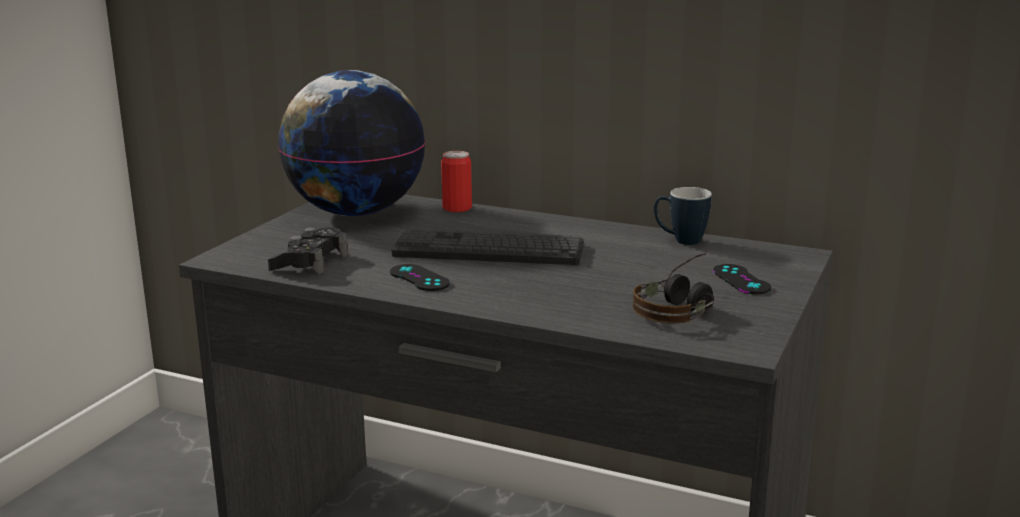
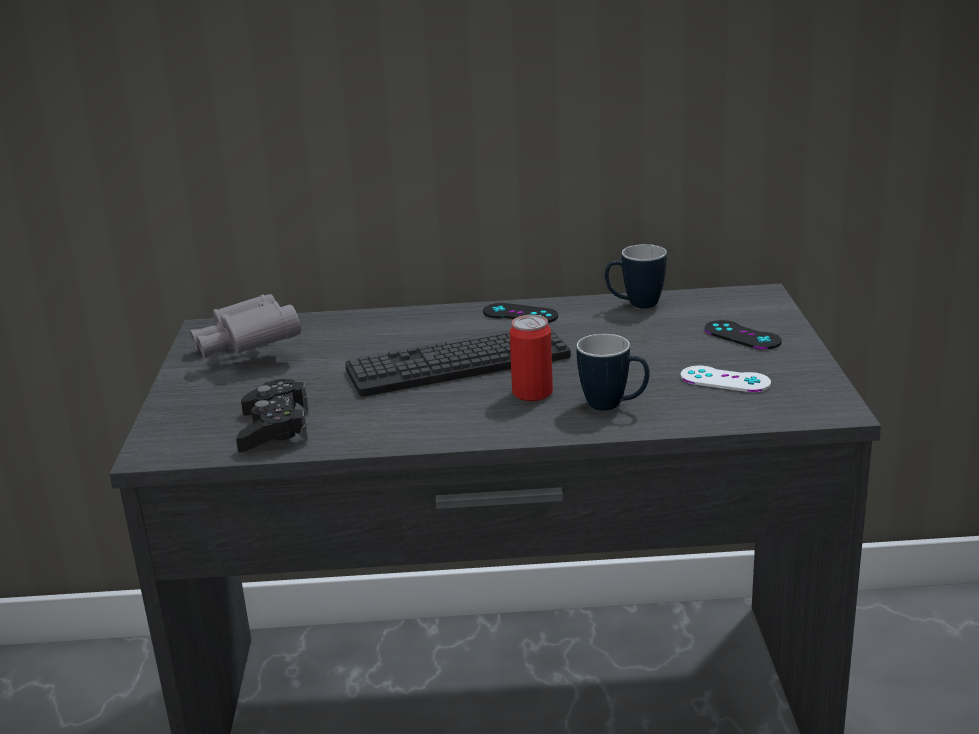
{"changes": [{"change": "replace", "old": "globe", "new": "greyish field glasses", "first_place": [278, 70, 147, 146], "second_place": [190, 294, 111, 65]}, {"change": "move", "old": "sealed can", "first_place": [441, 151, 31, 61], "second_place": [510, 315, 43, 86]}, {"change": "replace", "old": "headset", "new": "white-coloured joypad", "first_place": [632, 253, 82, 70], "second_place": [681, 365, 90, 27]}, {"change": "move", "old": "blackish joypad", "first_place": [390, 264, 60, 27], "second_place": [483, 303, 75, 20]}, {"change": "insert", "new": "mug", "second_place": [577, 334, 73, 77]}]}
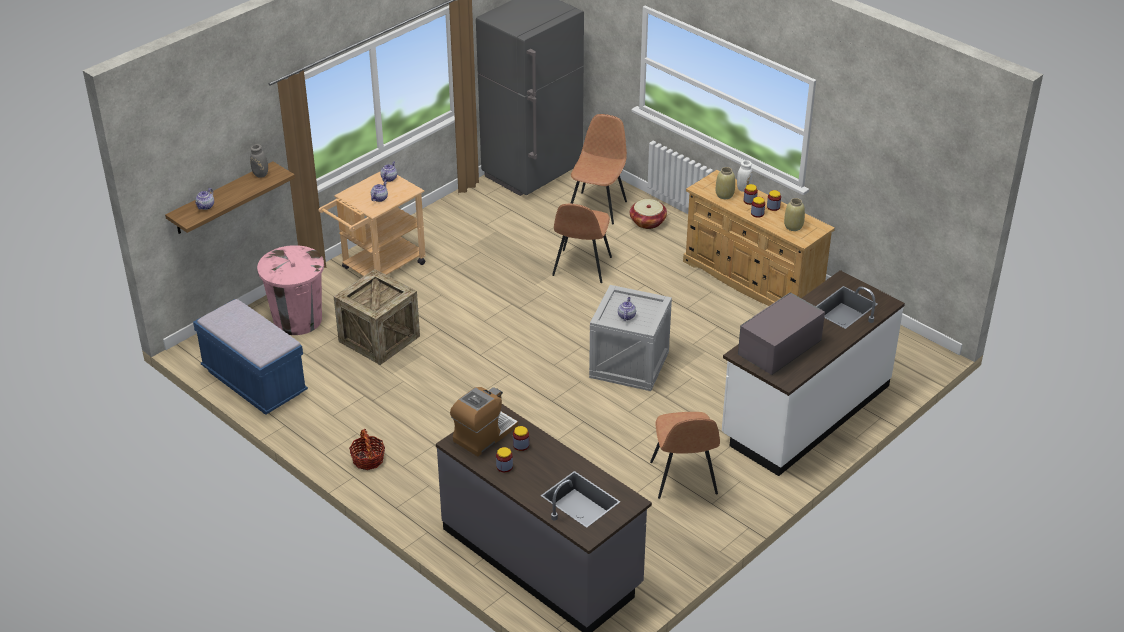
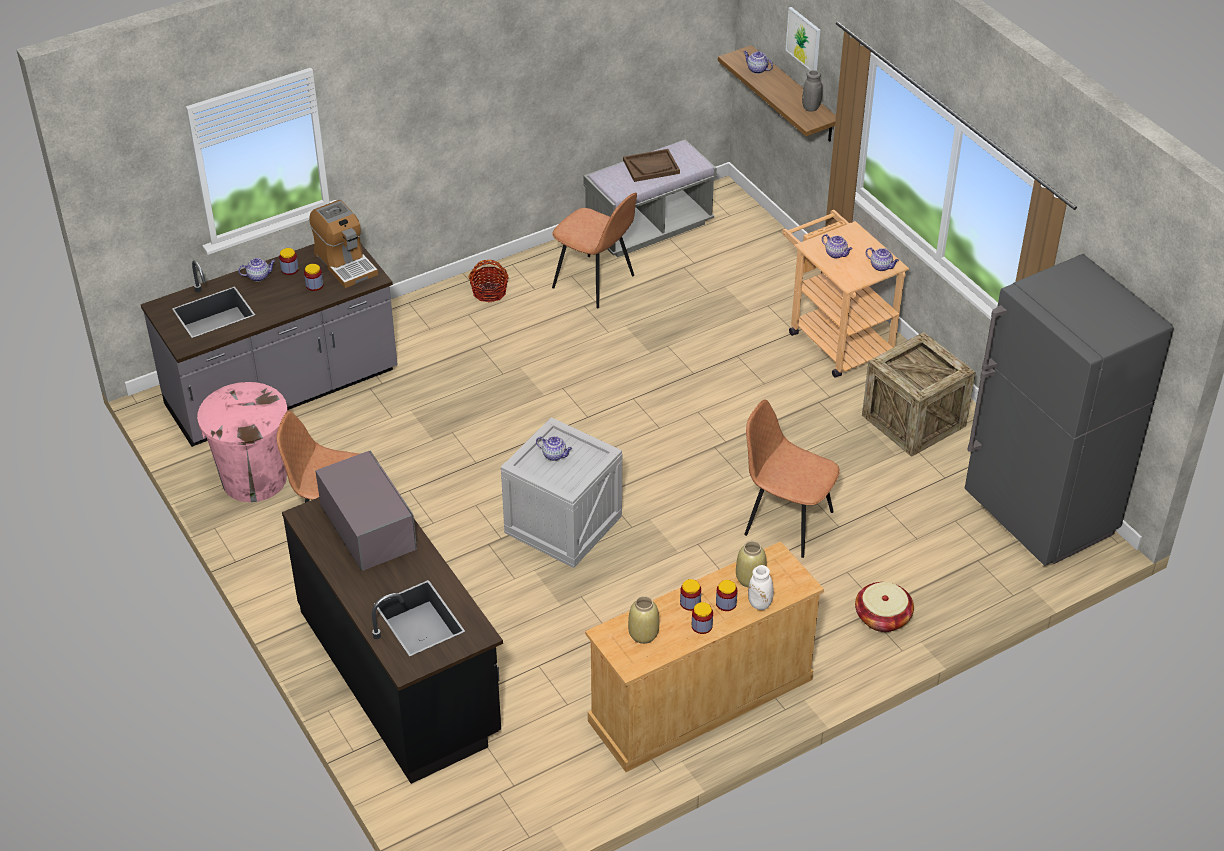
{"changes": [{"change": "move", "old": "brown-coloured plain chair", "first_place": [570, 114, 57, 110], "second_place": [552, 192, 85, 116]}, {"change": "move", "old": "pink-coloured rubbish bin", "first_place": [257, 245, 67, 90], "second_place": [197, 382, 91, 120]}, {"change": "move", "old": "packing crate", "first_place": [334, 269, 86, 96], "second_place": [862, 332, 114, 125]}, {"change": "recolor", "old": "white-coloured kitchen counter", "new": "blackish kitchen counter", "first_place": [722, 270, 183, 206], "second_place": [282, 497, 221, 287]}, {"change": "recolor", "old": "blue bench", "new": "greyish bench", "first_place": [193, 299, 115, 116], "second_place": [583, 139, 133, 119]}, {"change": "insert", "new": "wall picture", "second_place": [785, 7, 35, 64]}, {"change": "insert", "new": "brown-coloured tray", "second_place": [623, 149, 57, 33]}, {"change": "insert", "new": "tea pot", "second_place": [238, 258, 37, 24]}]}
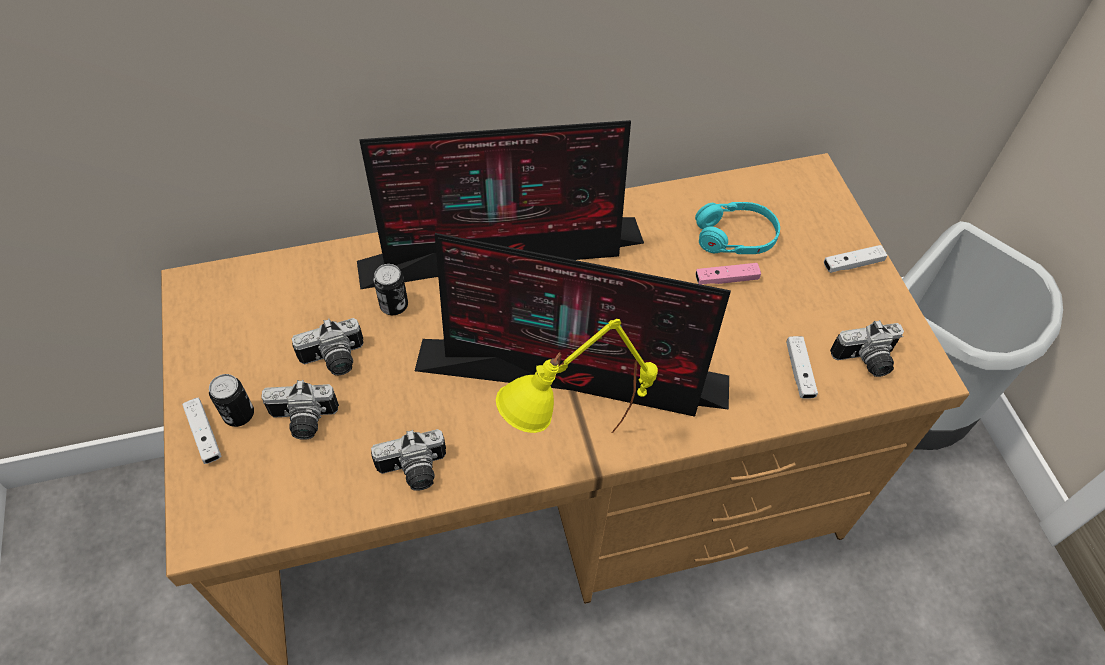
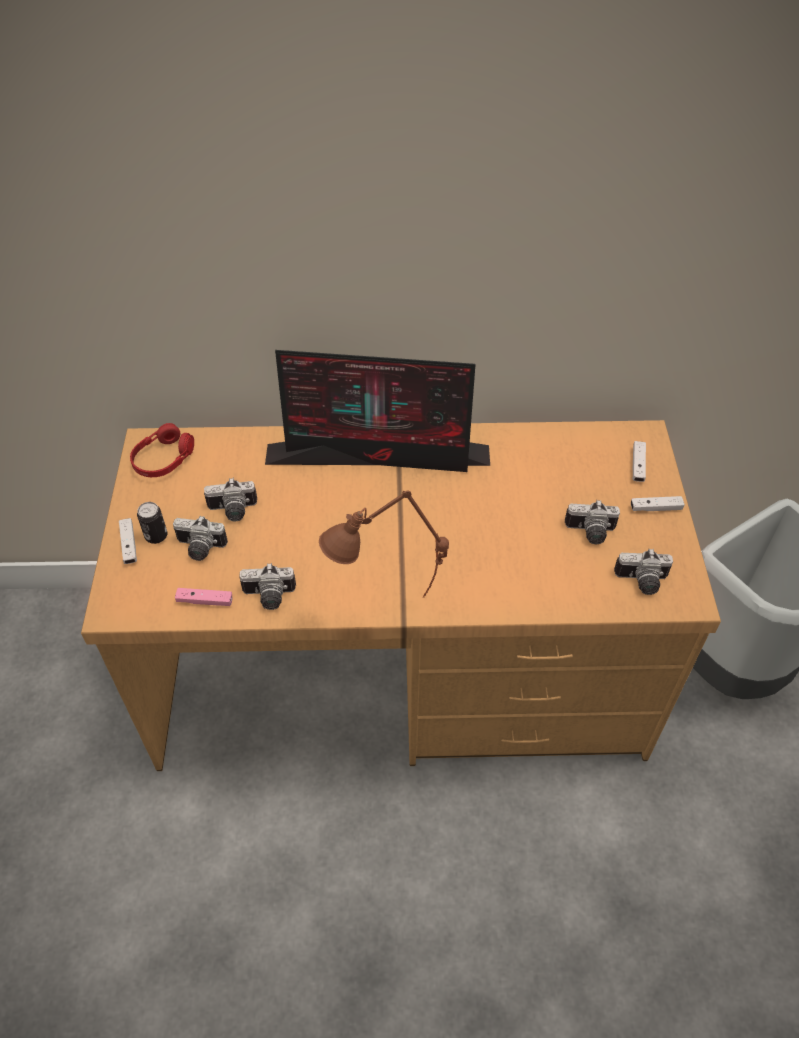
{"changes": [{"change": "delete", "old": "blue-green headset", "first_place": [695, 202, 85, 52]}, {"change": "delete", "old": "monitor", "first_place": [415, 233, 316, 184]}, {"change": "move", "old": "pink-coloured joypad", "first_place": [695, 263, 66, 22], "second_place": [175, 588, 57, 18]}, {"change": "delete", "old": "sealed can", "first_place": [373, 264, 35, 51]}, {"change": "recolor", "old": "yellow-coloured tabletop lamp", "new": "brown-coloured tabletop lamp", "first_place": [496, 319, 162, 114], "second_place": [319, 490, 130, 107]}, {"change": "move", "old": "white-coloured joypad", "first_place": [786, 336, 32, 63], "second_place": [633, 441, 13, 41]}, {"change": "insert", "new": "red headset", "second_place": [130, 423, 64, 54]}, {"change": "insert", "new": "still camera", "second_place": [565, 500, 55, 44]}]}
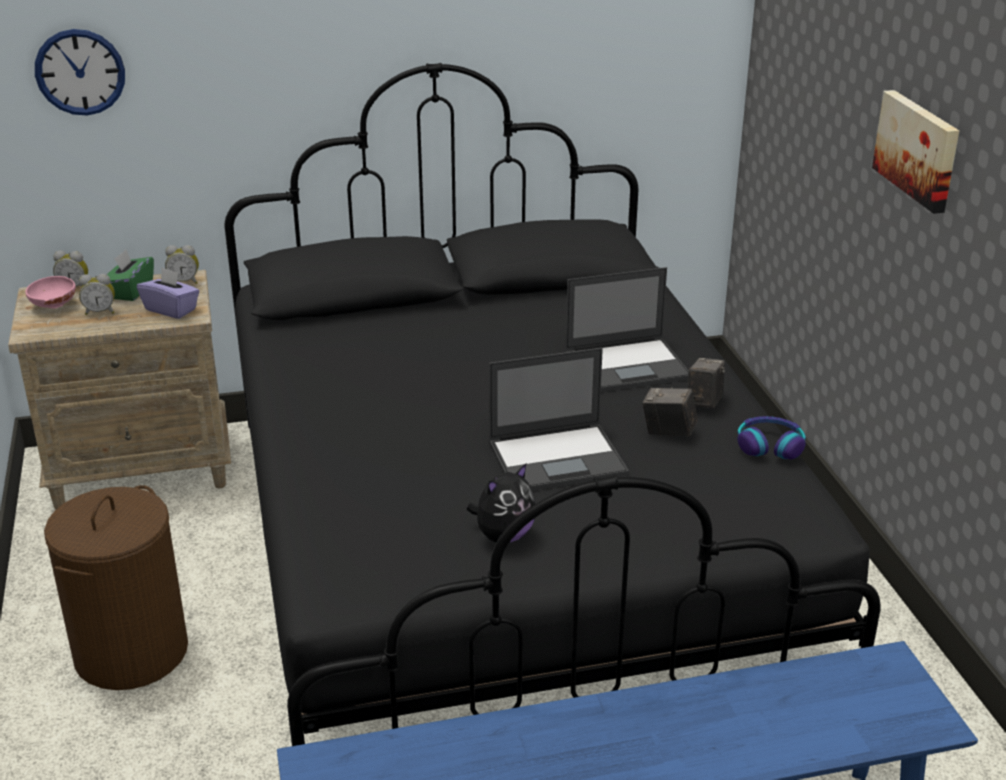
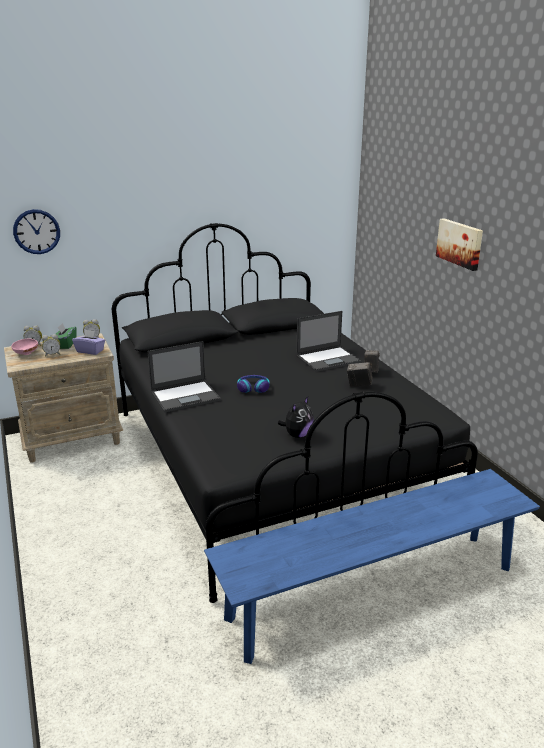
{"changes": [{"change": "move", "old": "portable computer", "first_place": [489, 348, 140, 143], "second_place": [148, 341, 73, 71]}, {"change": "move", "old": "headset", "first_place": [737, 416, 69, 43], "second_place": [237, 375, 33, 18]}, {"change": "delete", "old": "brown-coloured washing basket", "first_place": [44, 485, 144, 205]}]}
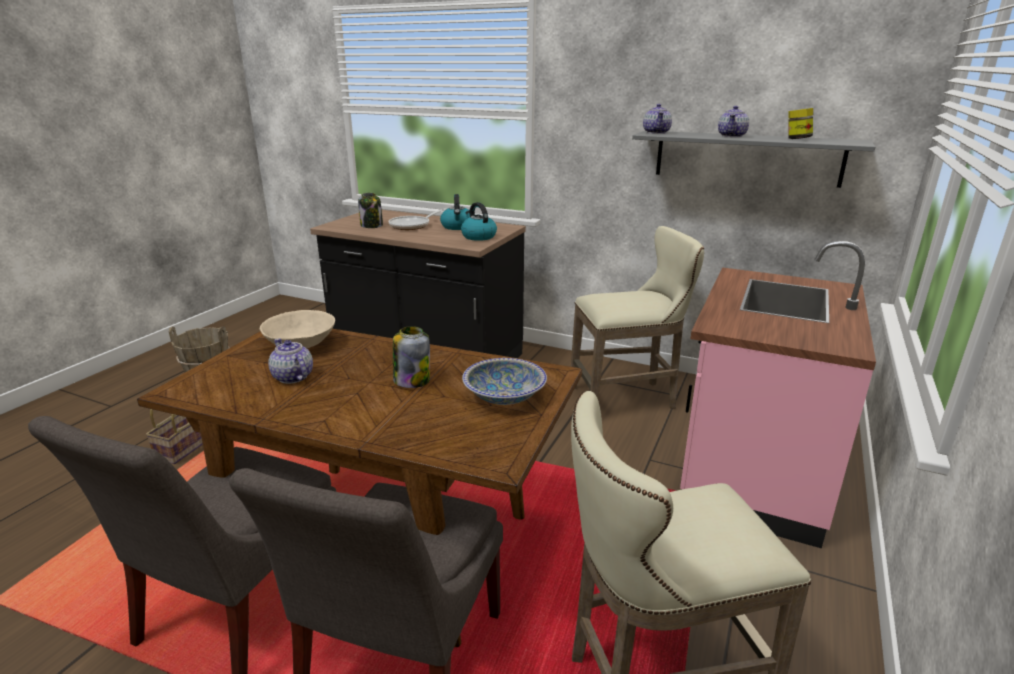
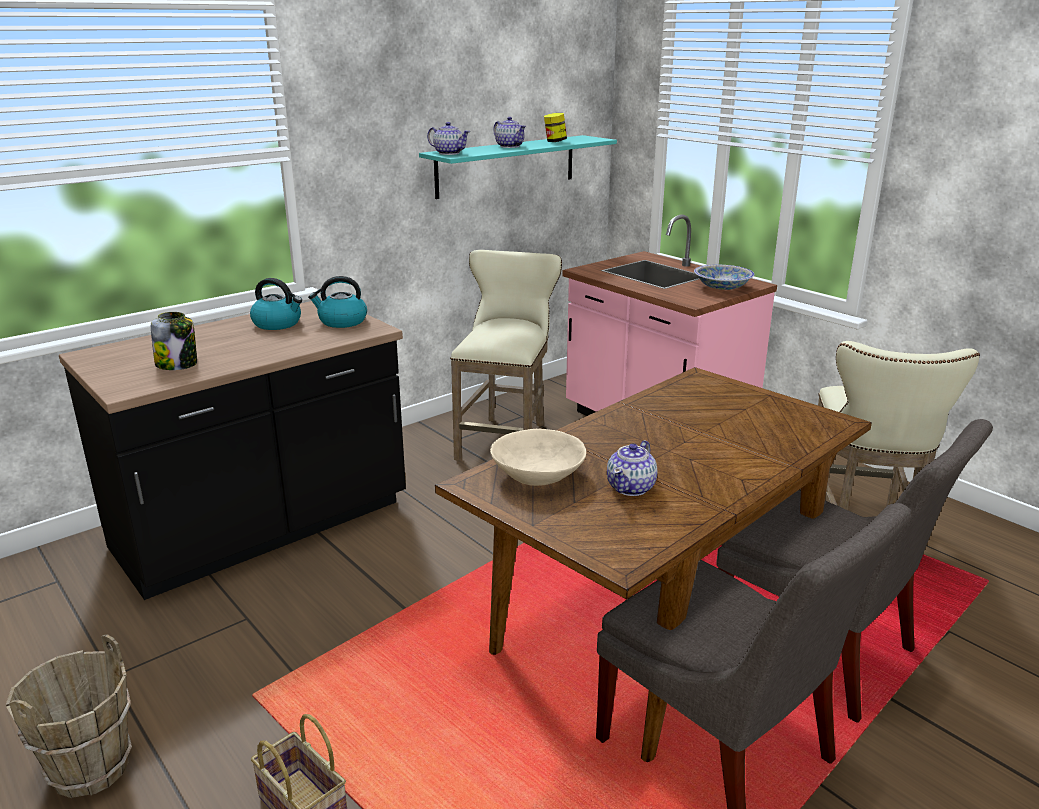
{"changes": [{"change": "recolor", "old": "greyish shelf", "new": "blue-green shelf", "first_place": [632, 130, 243, 58], "second_place": [419, 135, 198, 64]}, {"change": "delete", "old": "frying pan", "first_place": [388, 208, 58, 22]}, {"change": "delete", "old": "preserve jar", "first_place": [393, 326, 37, 62]}, {"change": "rotate", "old": "tea pot", "first_place": [268, 339, 45, 45], "second_place": [607, 440, 50, 56], "degrees": -45}, {"change": "move", "old": "bowl", "first_place": [462, 358, 85, 47], "second_place": [694, 265, 60, 25]}]}
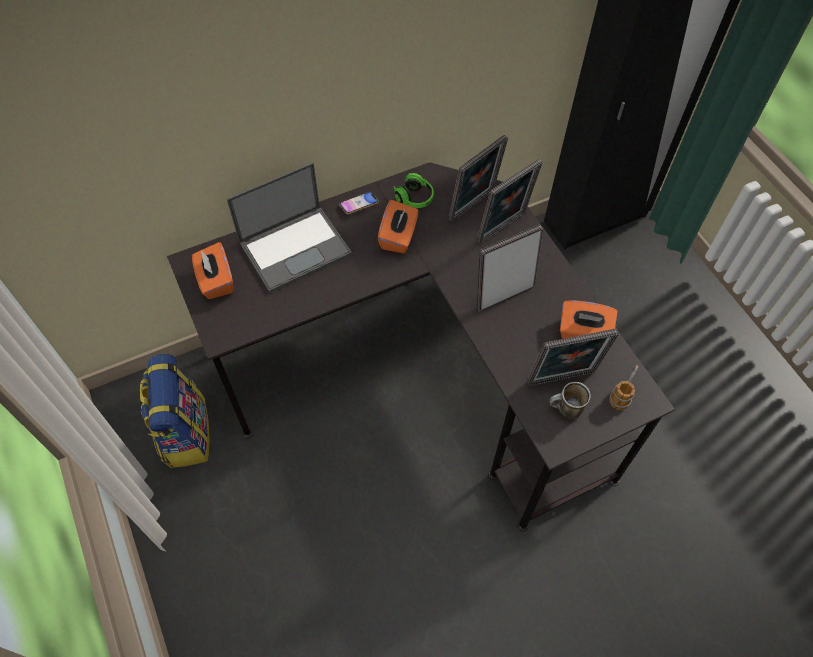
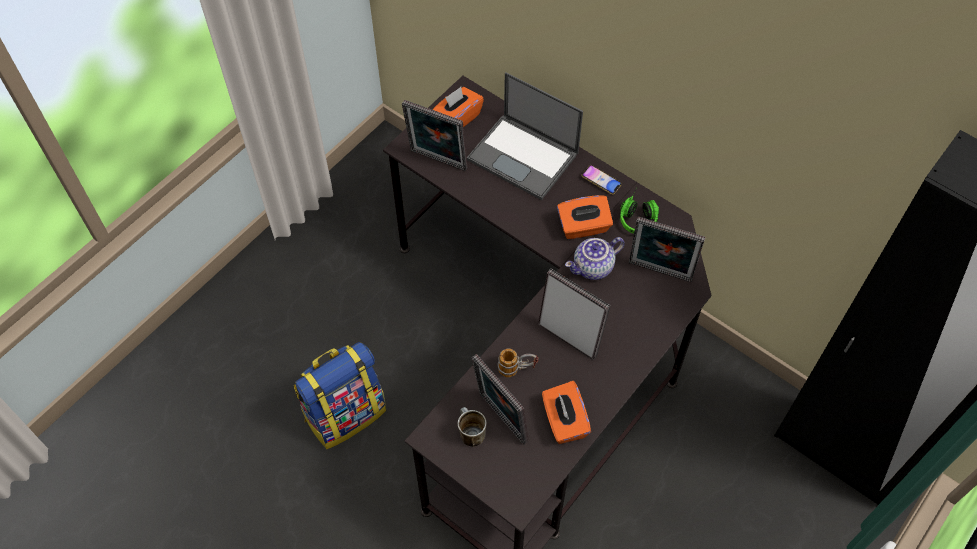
{"changes": [{"change": "move", "old": "standing frame", "first_place": [477, 159, 65, 85], "second_place": [402, 100, 66, 71]}, {"change": "move", "old": "backpack", "first_place": [140, 354, 70, 114], "second_place": [294, 342, 92, 107]}, {"change": "move", "old": "mug", "first_place": [609, 365, 30, 45], "second_place": [498, 348, 41, 29]}, {"change": "insert", "new": "tea pot", "second_place": [565, 237, 60, 43]}]}
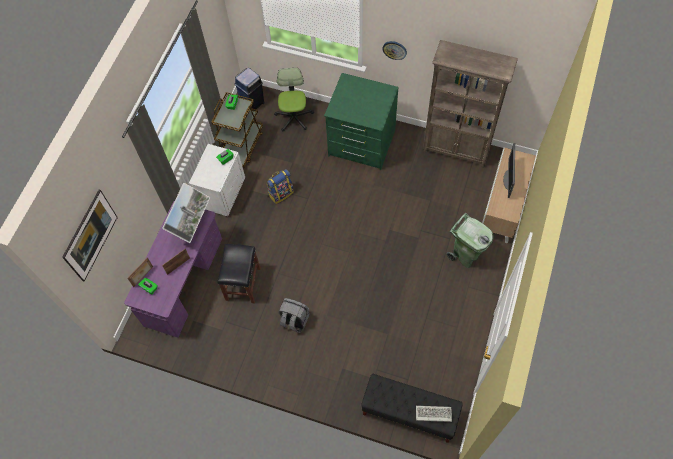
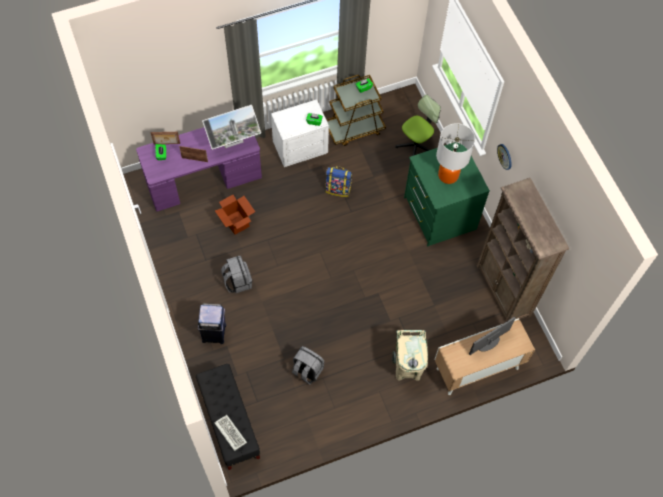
{"changes": [{"change": "move", "old": "blue rubbish bin", "first_place": [234, 67, 31, 44], "second_place": [198, 303, 28, 41]}, {"change": "delete", "old": "wall picture", "first_place": [62, 190, 56, 92]}, {"change": "recolor", "old": "green-coloured rubbish bin", "new": "sand-coloured rubbish bin", "first_place": [446, 213, 48, 55], "second_place": [392, 330, 36, 51]}, {"change": "replace", "old": "blackish stool", "new": "packing box", "first_place": [217, 244, 44, 59], "second_place": [215, 195, 40, 40]}, {"change": "insert", "new": "tabletop lamp", "second_place": [436, 123, 39, 61]}, {"change": "insert", "new": "greyish backpack", "second_place": [292, 346, 33, 39]}]}
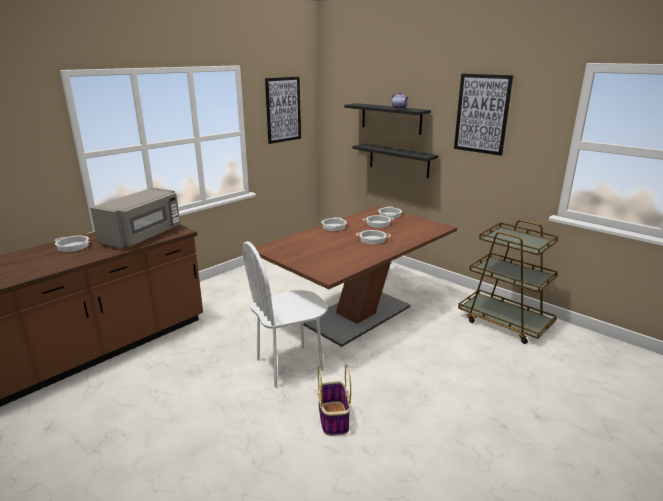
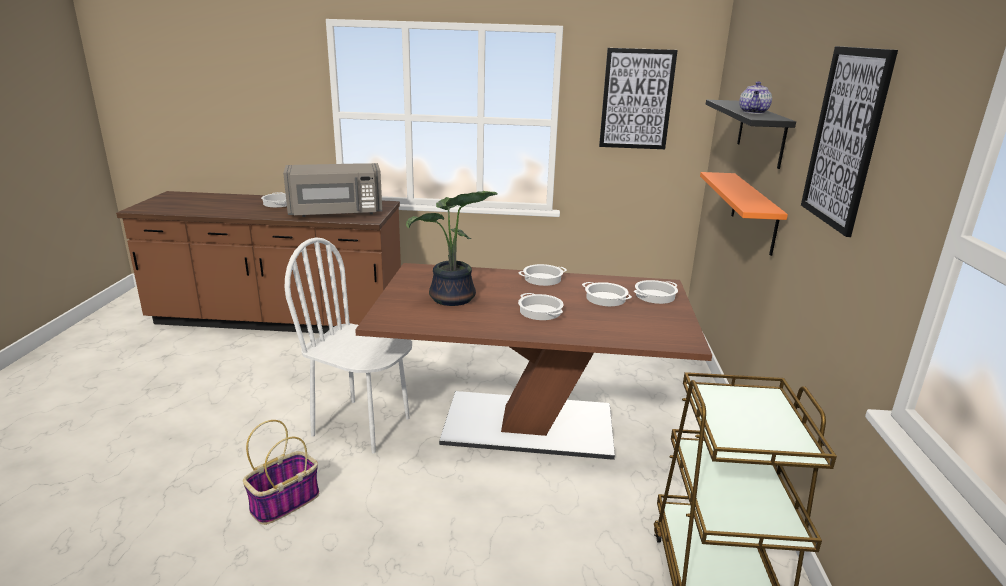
{"changes": [{"change": "recolor", "old": "blackish shelf", "new": "orange shelf", "first_place": [352, 144, 87, 34], "second_place": [700, 172, 88, 84]}, {"change": "insert", "new": "houseplant", "second_place": [406, 191, 92, 115]}]}
